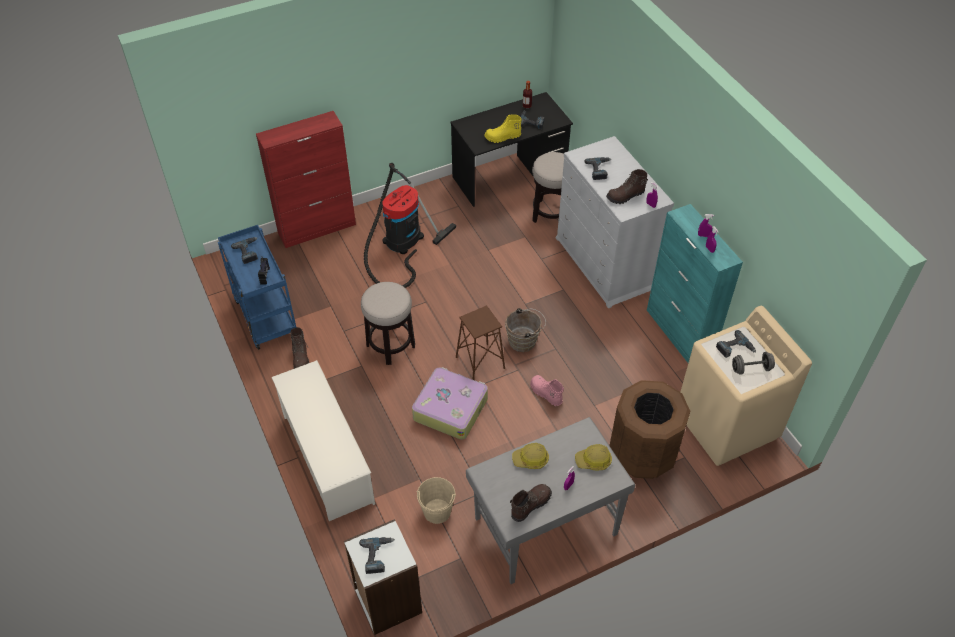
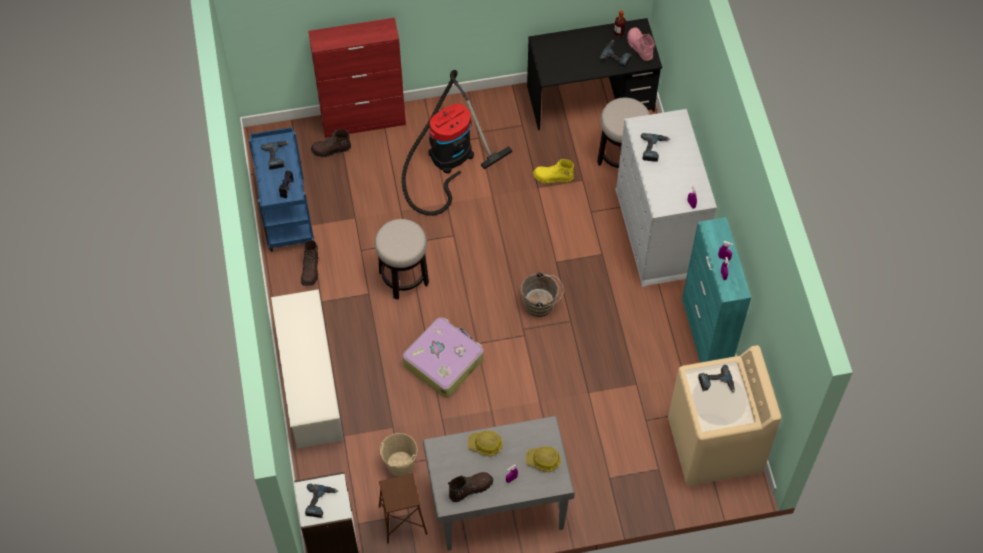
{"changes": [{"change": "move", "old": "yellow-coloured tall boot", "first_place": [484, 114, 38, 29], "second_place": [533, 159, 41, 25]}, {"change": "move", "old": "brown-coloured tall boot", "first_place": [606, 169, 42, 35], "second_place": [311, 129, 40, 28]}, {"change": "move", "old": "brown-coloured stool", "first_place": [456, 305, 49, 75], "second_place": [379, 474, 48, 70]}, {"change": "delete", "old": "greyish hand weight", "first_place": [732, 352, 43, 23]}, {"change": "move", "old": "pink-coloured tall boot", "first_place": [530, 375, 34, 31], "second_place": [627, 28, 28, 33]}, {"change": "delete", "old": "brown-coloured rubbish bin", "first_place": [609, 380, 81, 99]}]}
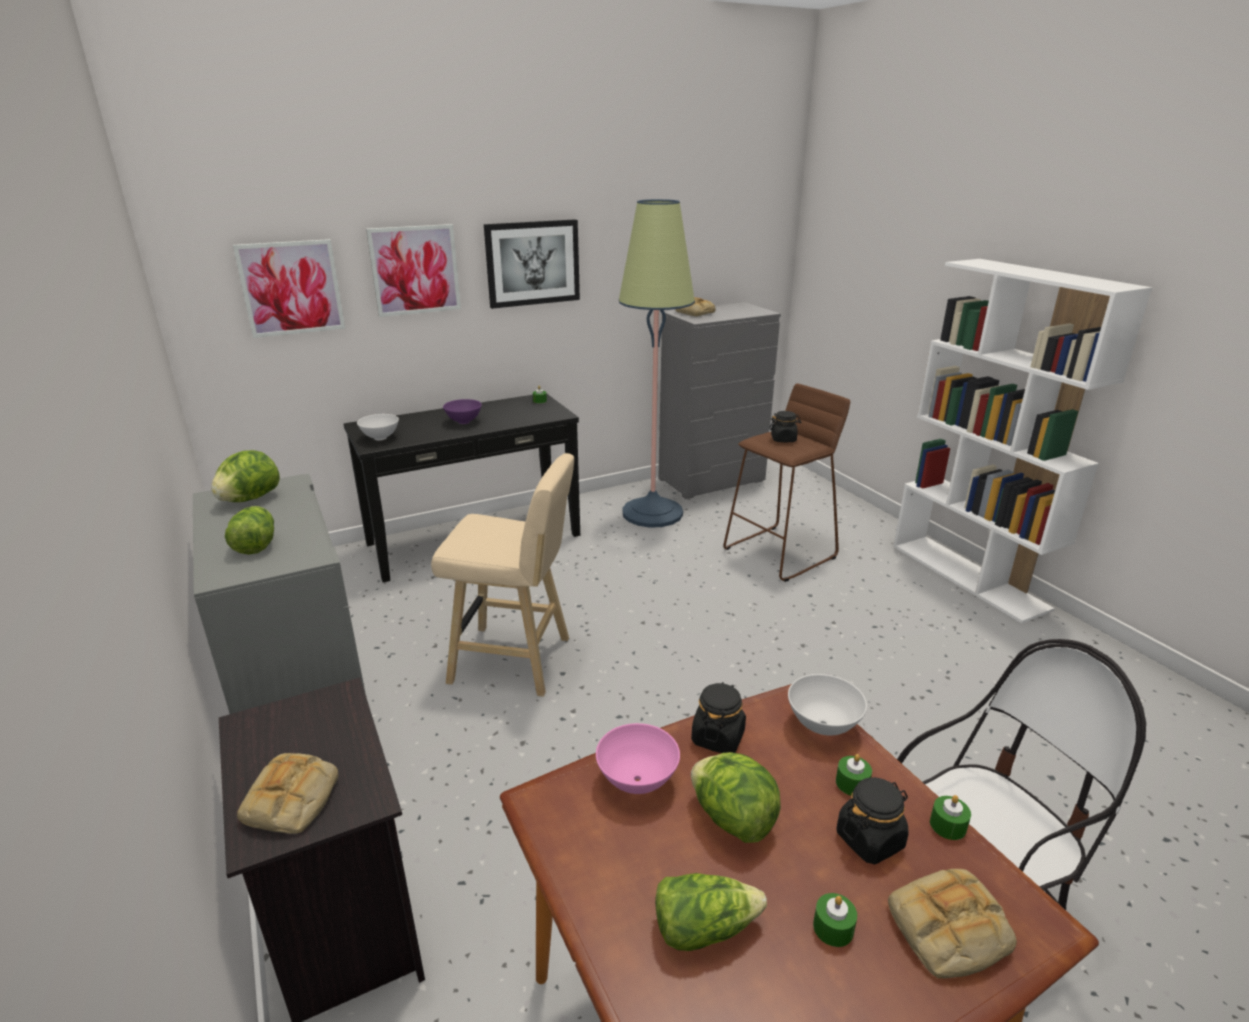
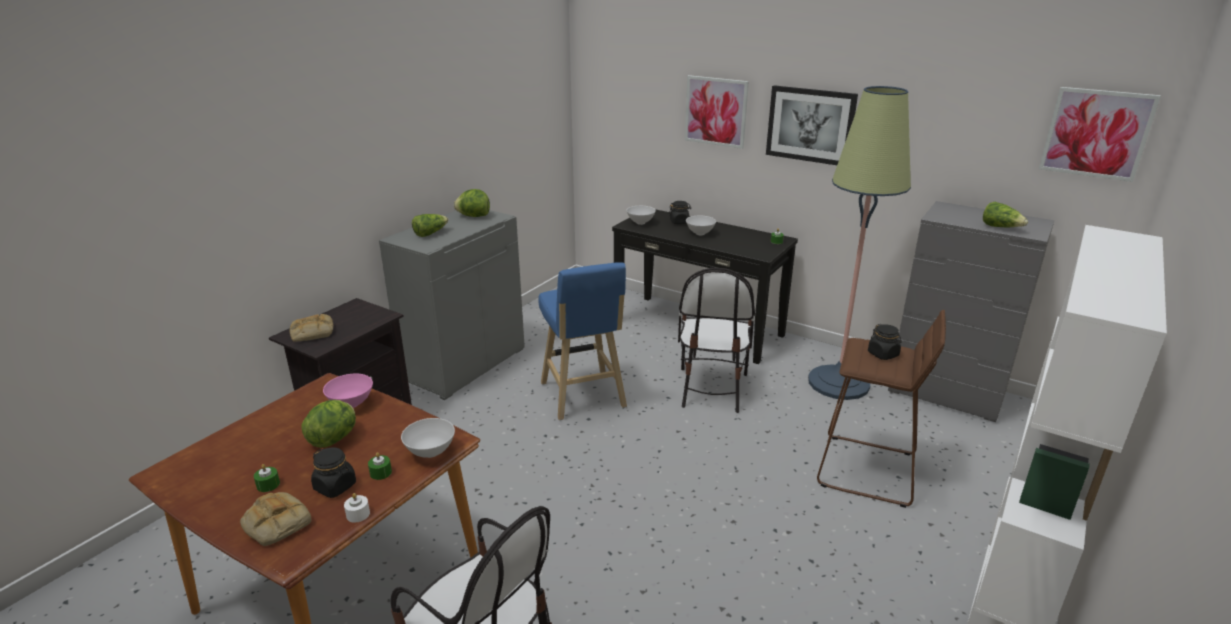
{"changes": [{"change": "move", "old": "wall picture", "first_place": [233, 239, 112, 99], "second_place": [1039, 87, 122, 95]}, {"change": "delete", "old": "bread", "first_place": [675, 297, 41, 19]}, {"change": "recolor", "old": "purple-coloured bowl", "new": "white-coloured bowl", "first_place": [443, 399, 39, 25], "second_place": [686, 216, 30, 19]}, {"change": "recolor", "old": "sand-coloured stool", "new": "blue stool", "first_place": [431, 453, 143, 244], "second_place": [538, 262, 89, 158]}, {"change": "move", "old": "blackish preserve jar", "first_place": [691, 682, 55, 71], "second_place": [669, 201, 23, 23]}, {"change": "recolor", "old": "green-coloured wax light", "new": "white-coloured wax light", "first_place": [930, 795, 41, 45], "second_place": [344, 493, 26, 30]}, {"change": "move", "old": "head of lettuce", "first_place": [655, 873, 112, 78], "second_place": [983, 202, 45, 25]}, {"change": "insert", "new": "plain chair", "second_place": [678, 268, 77, 145]}]}
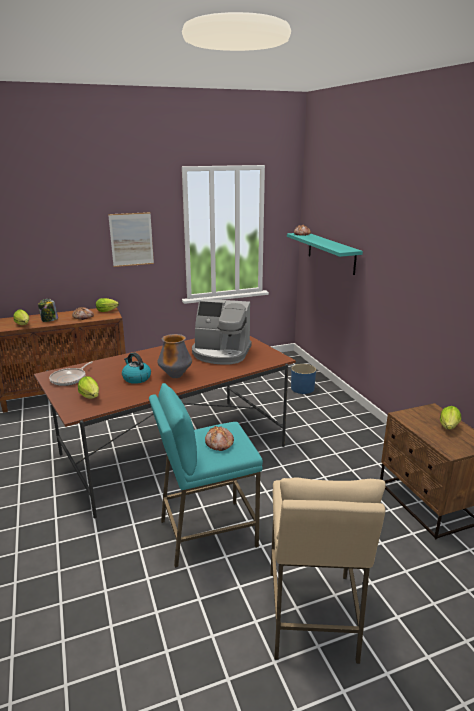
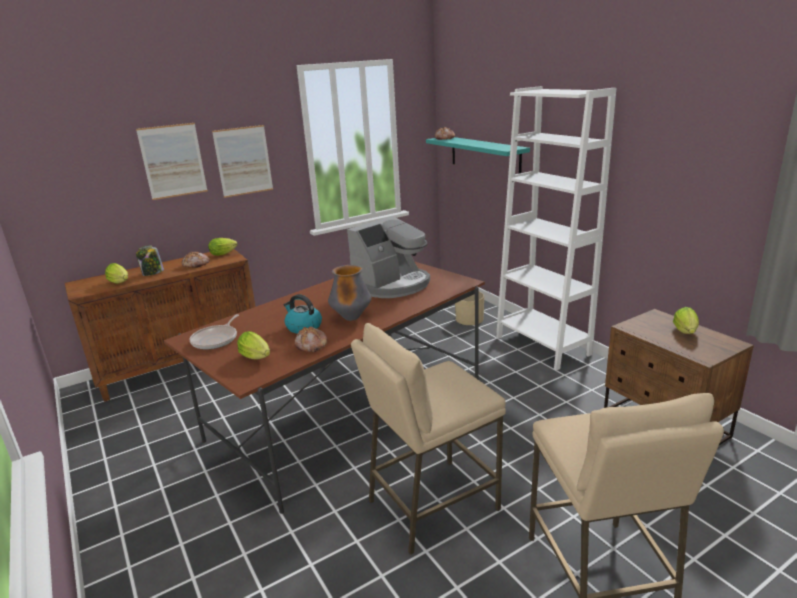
{"changes": [{"change": "rotate", "old": "coffee maker", "first_place": [192, 299, 60, 65], "second_place": [347, 216, 83, 82], "degrees": -45}, {"change": "recolor", "old": "blue flower pot", "new": "sand-coloured flower pot", "first_place": [291, 364, 25, 30], "second_place": [455, 292, 29, 33]}, {"change": "recolor", "old": "blue-green stool", "new": "sand-coloured stool", "first_place": [149, 383, 114, 185], "second_place": [351, 323, 155, 232]}, {"change": "move", "old": "bread", "first_place": [205, 426, 29, 25], "second_place": [295, 326, 32, 26]}, {"change": "insert", "new": "white-coloured bookshelf", "second_place": [496, 86, 120, 285]}, {"change": "insert", "new": "wall picture", "second_place": [136, 123, 72, 77]}]}
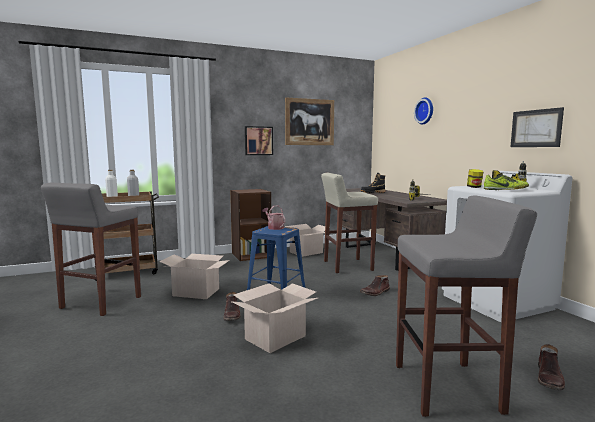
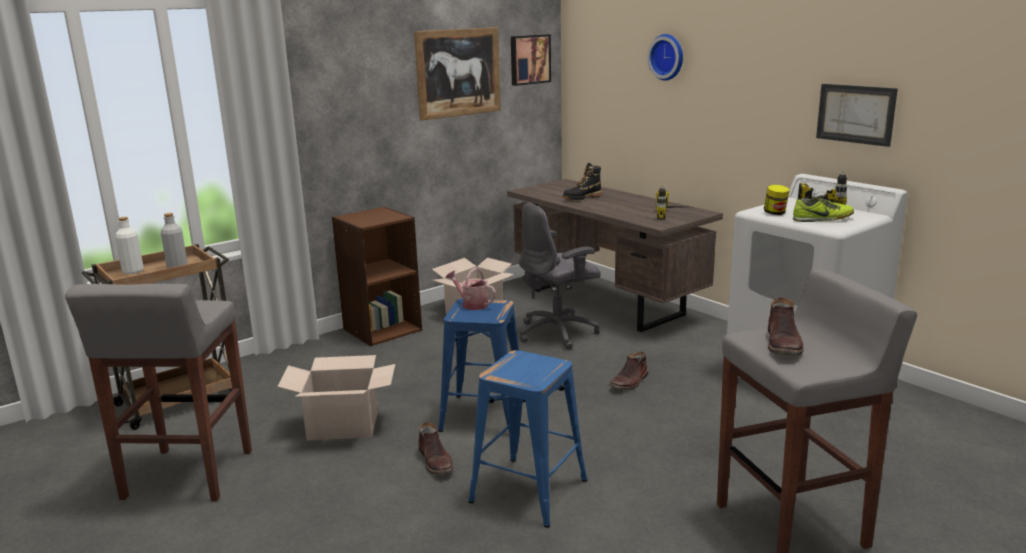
{"changes": [{"change": "move", "old": "wall picture", "first_place": [245, 126, 28, 29], "second_place": [511, 34, 40, 52]}, {"change": "replace", "old": "sand-coloured stool", "new": "greyish desk chair", "first_place": [321, 172, 57, 101], "second_place": [519, 203, 82, 146]}, {"change": "replace", "old": "packing box", "new": "blue stool", "first_place": [231, 283, 87, 70], "second_place": [468, 350, 119, 178]}, {"change": "move", "old": "brown-coloured tall boot", "first_place": [538, 344, 27, 46], "second_place": [768, 297, 36, 58]}]}
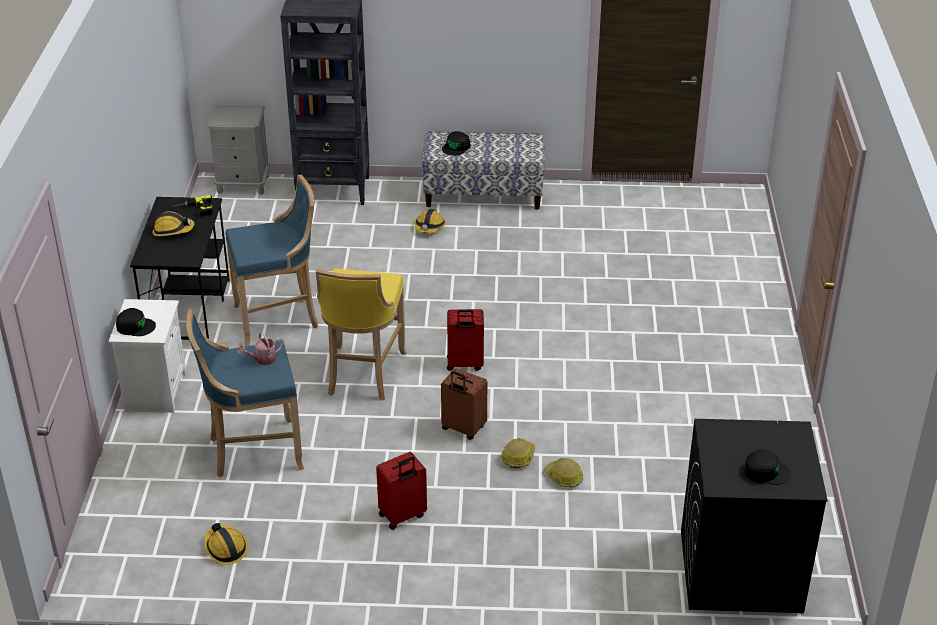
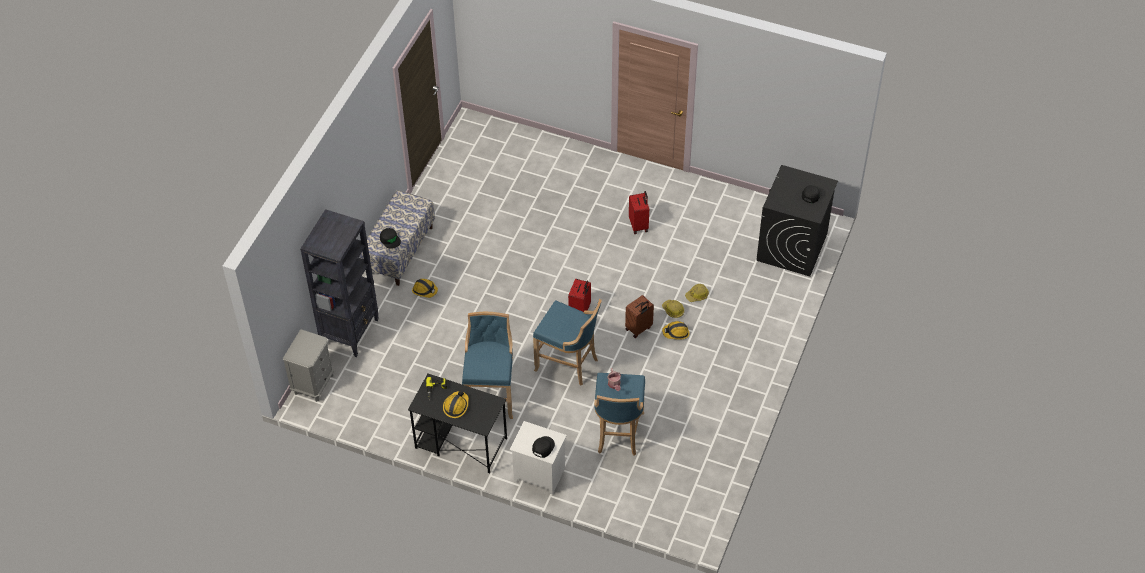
{"changes": [{"change": "recolor", "old": "yellow-coloured stool", "new": "blue stool", "first_place": [316, 268, 91, 133], "second_place": [533, 299, 69, 87]}, {"change": "move", "old": "red suitcase", "first_place": [376, 452, 51, 78], "second_place": [629, 191, 20, 43]}, {"change": "move", "old": "safety helmet", "first_place": [204, 523, 44, 42], "second_place": [662, 321, 27, 19]}]}
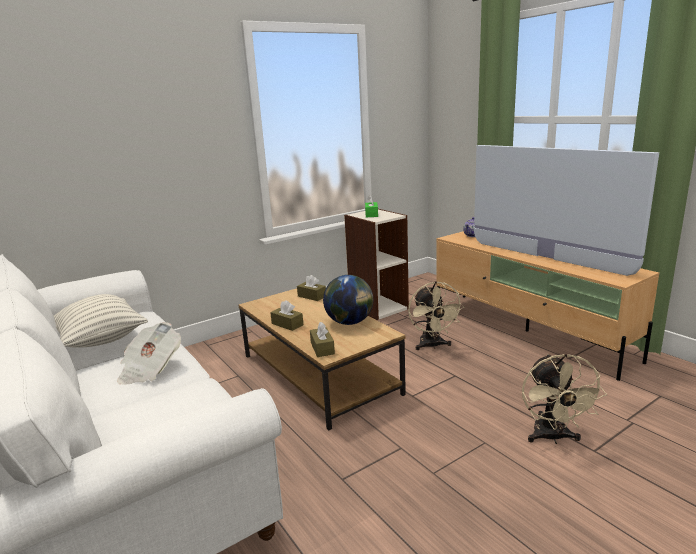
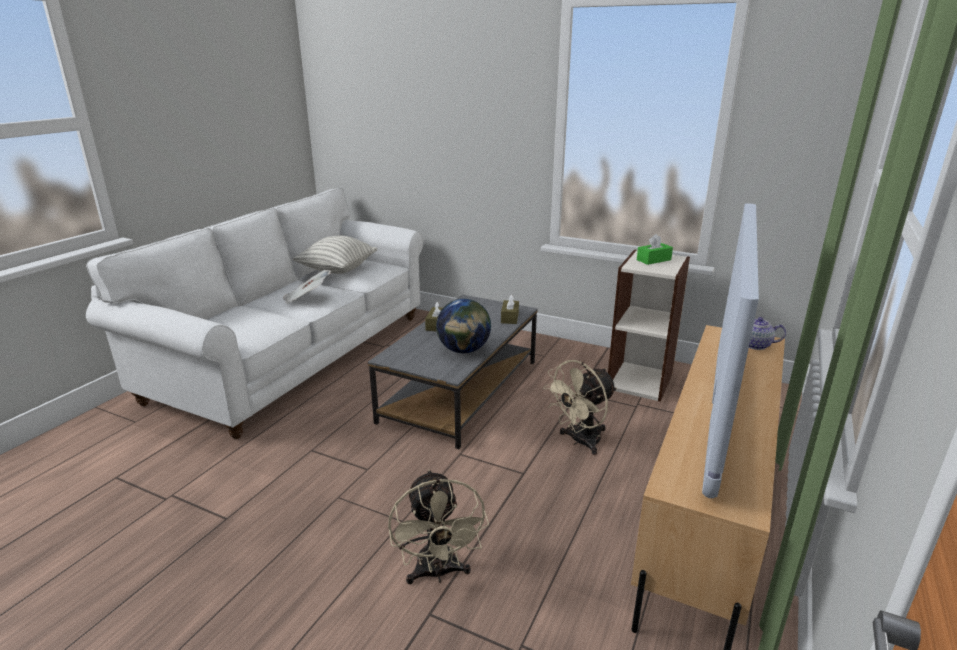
{"changes": [{"change": "recolor", "old": "brown-coloured coffee table", "new": "greyish coffee table", "first_place": [238, 288, 168, 142], "second_place": [368, 295, 170, 154]}, {"change": "delete", "old": "brown-coloured tissue box", "first_place": [310, 322, 25, 35]}, {"change": "rotate", "old": "sand-coloured cooling fan", "first_place": [522, 354, 85, 90], "second_place": [388, 470, 101, 114], "degrees": -75}]}
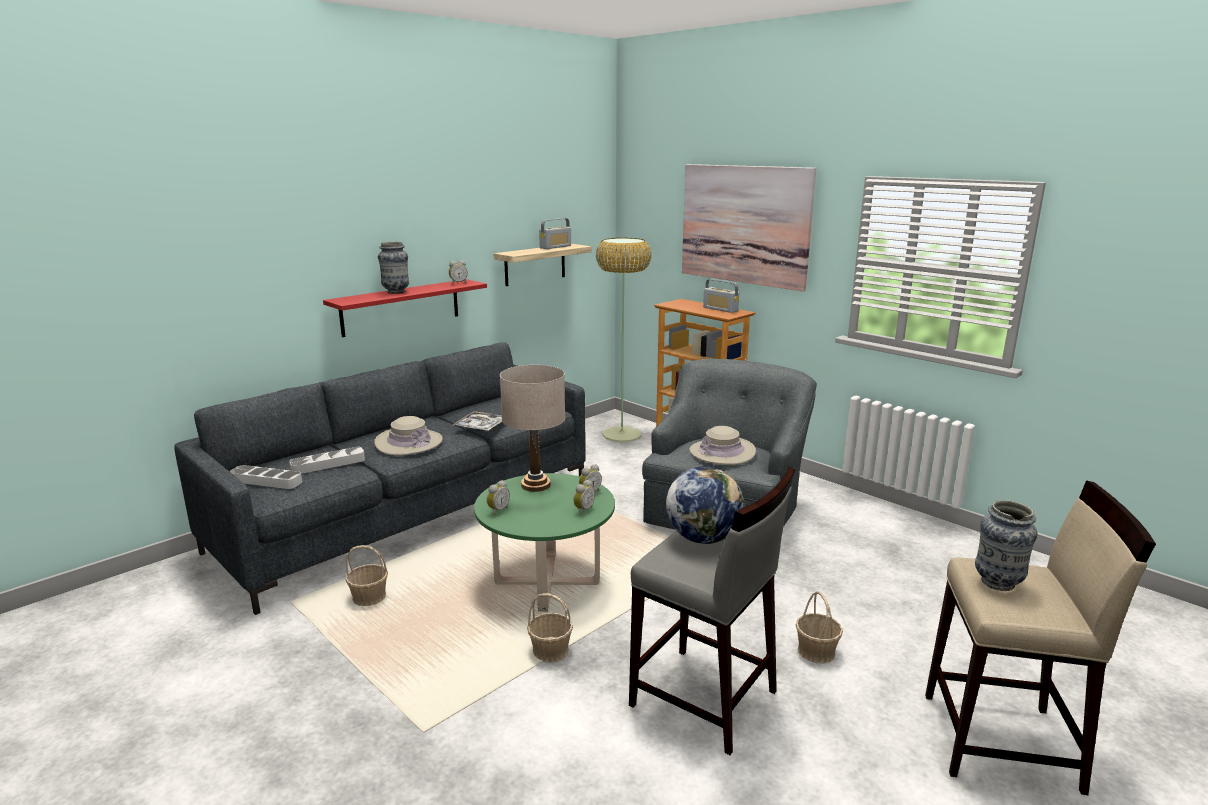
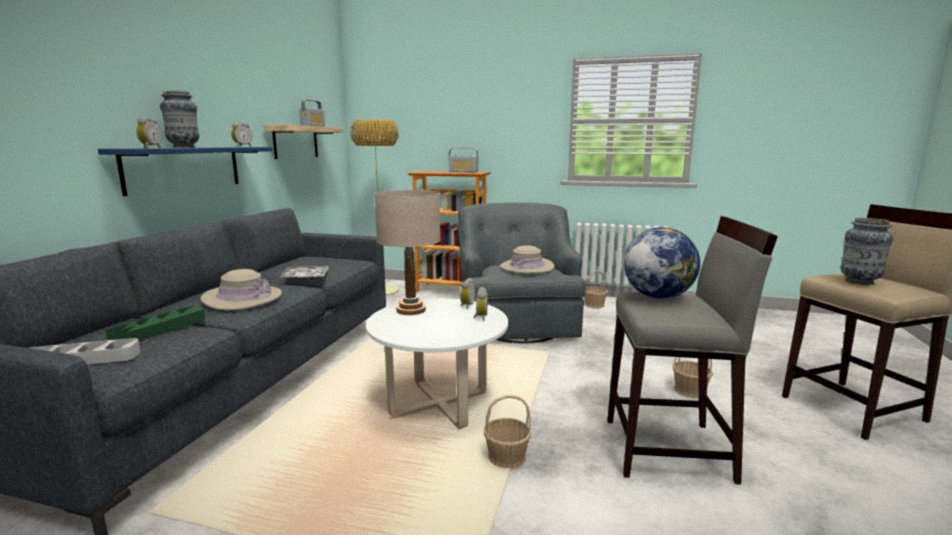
{"changes": [{"change": "delete", "old": "wall picture", "first_place": [682, 164, 134, 128]}, {"change": "recolor", "old": "red shelf", "new": "blue shelf", "first_place": [323, 279, 164, 58], "second_place": [98, 147, 175, 49]}, {"change": "recolor", "old": "greyish tray", "new": "green-coloured tray", "first_place": [289, 447, 76, 27], "second_place": [106, 306, 99, 35]}, {"change": "recolor", "old": "green-coloured coffee table", "new": "white-coloured coffee table", "first_place": [474, 473, 141, 139], "second_place": [366, 298, 142, 131]}, {"change": "move", "old": "table clock", "first_place": [487, 480, 23, 35], "second_place": [136, 117, 26, 31]}, {"change": "move", "old": "household basket", "first_place": [345, 545, 43, 61], "second_place": [584, 271, 24, 38]}]}
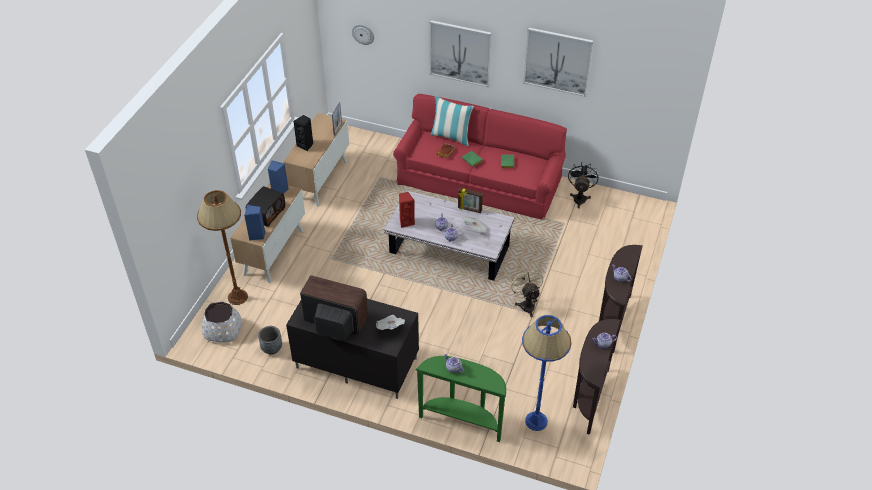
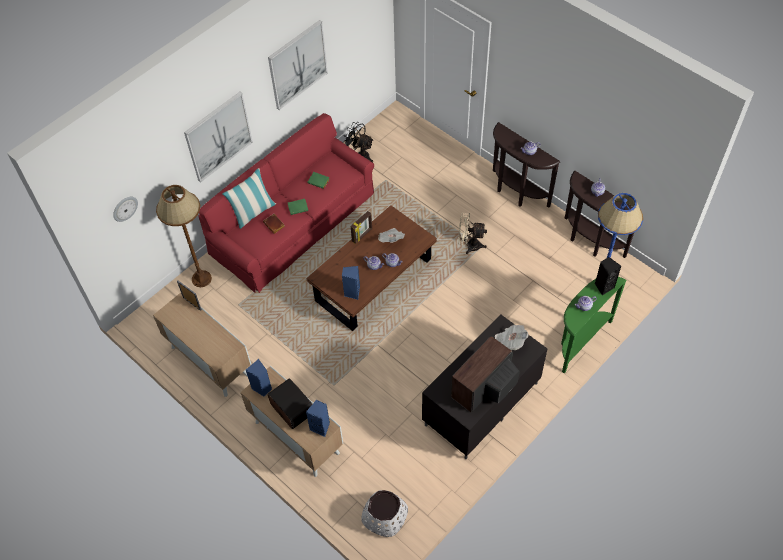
{"changes": [{"change": "move", "old": "blackish loudspeaker", "first_place": [294, 115, 19, 36], "second_place": [595, 257, 26, 38]}, {"change": "move", "old": "brown-coloured floor lamp", "first_place": [197, 190, 51, 115], "second_place": [156, 185, 56, 102]}, {"change": "recolor", "old": "white-coloured coffee table", "new": "brown-coloured coffee table", "first_place": [384, 190, 130, 91], "second_place": [306, 205, 131, 126]}, {"change": "recolor", "old": "red loudspeaker", "new": "blue loudspeaker", "first_place": [399, 192, 16, 36], "second_place": [342, 266, 18, 34]}, {"change": "delete", "old": "greyish flower pot", "first_place": [258, 326, 24, 29]}]}
